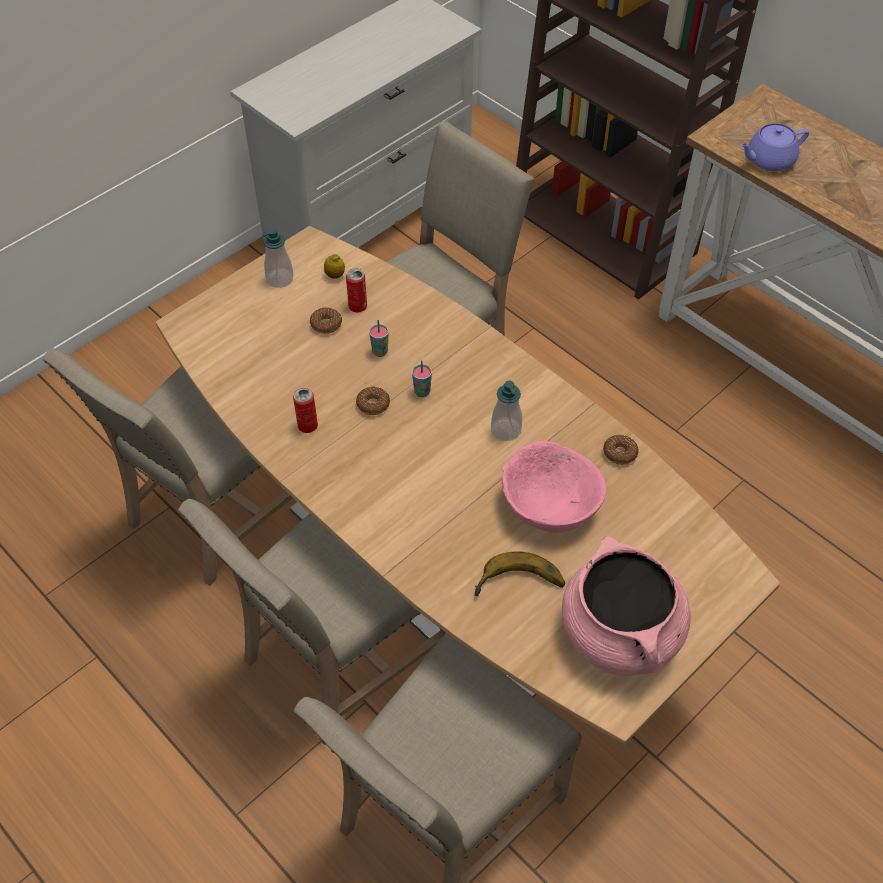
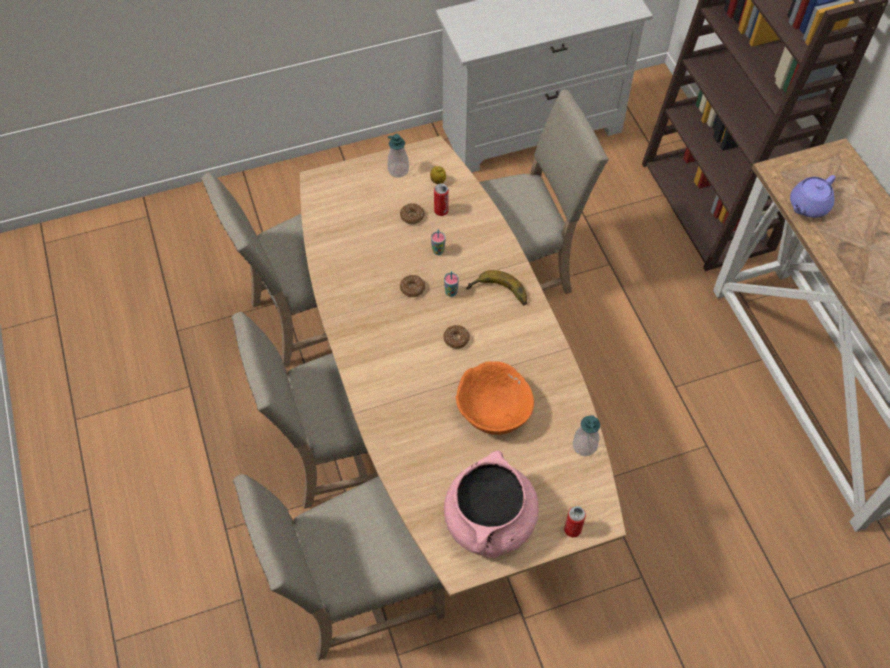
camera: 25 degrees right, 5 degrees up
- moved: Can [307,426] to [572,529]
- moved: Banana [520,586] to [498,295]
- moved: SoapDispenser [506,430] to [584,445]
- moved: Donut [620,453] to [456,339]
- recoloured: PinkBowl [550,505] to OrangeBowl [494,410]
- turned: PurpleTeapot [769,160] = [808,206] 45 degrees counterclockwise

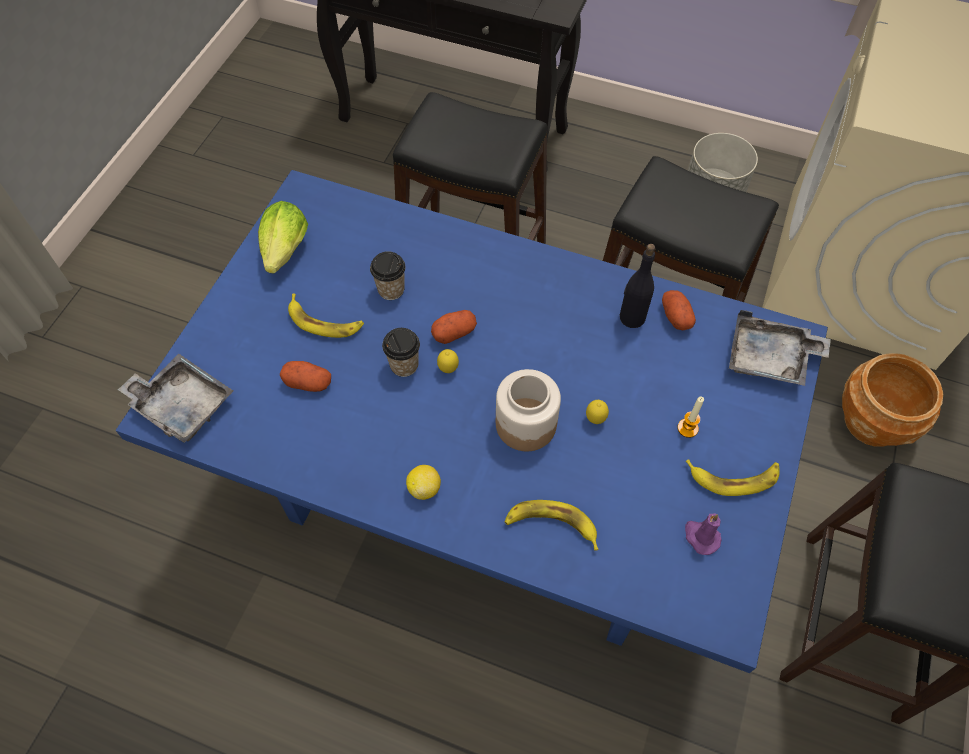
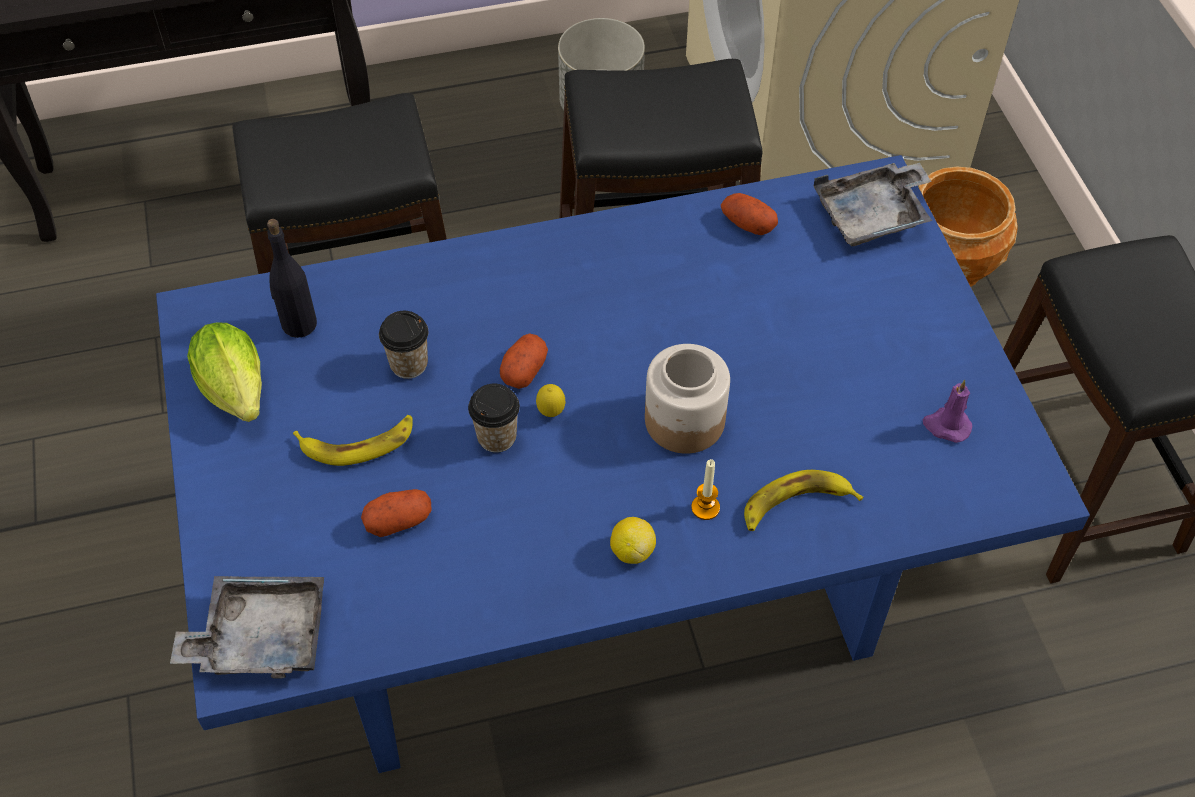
camera: 35 degrees left, 5 degrees down
- removed: Lemon [595,419]
- removed: Banana [734,477]
- moved: BlackBottle [632,317] to [299,324]
- moved: Candle [687,428] to [705,507]

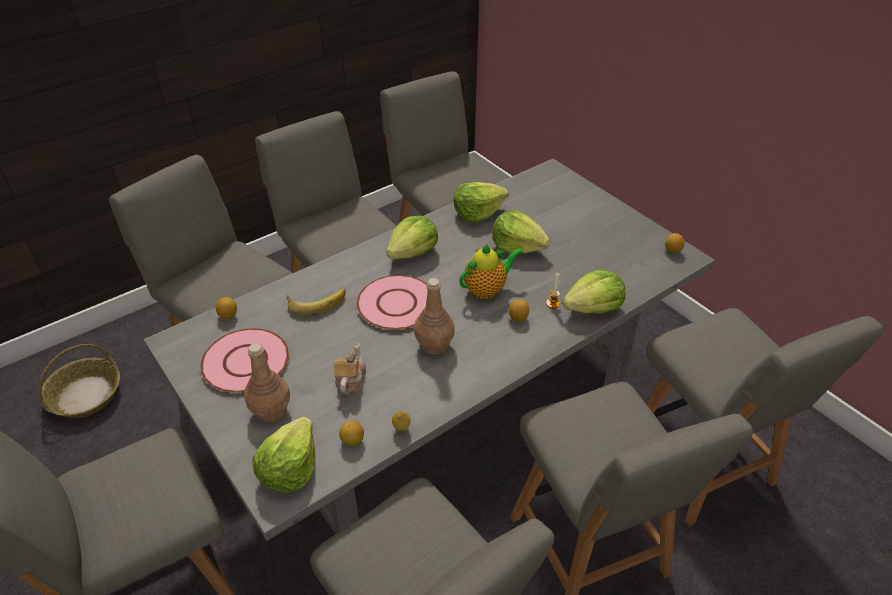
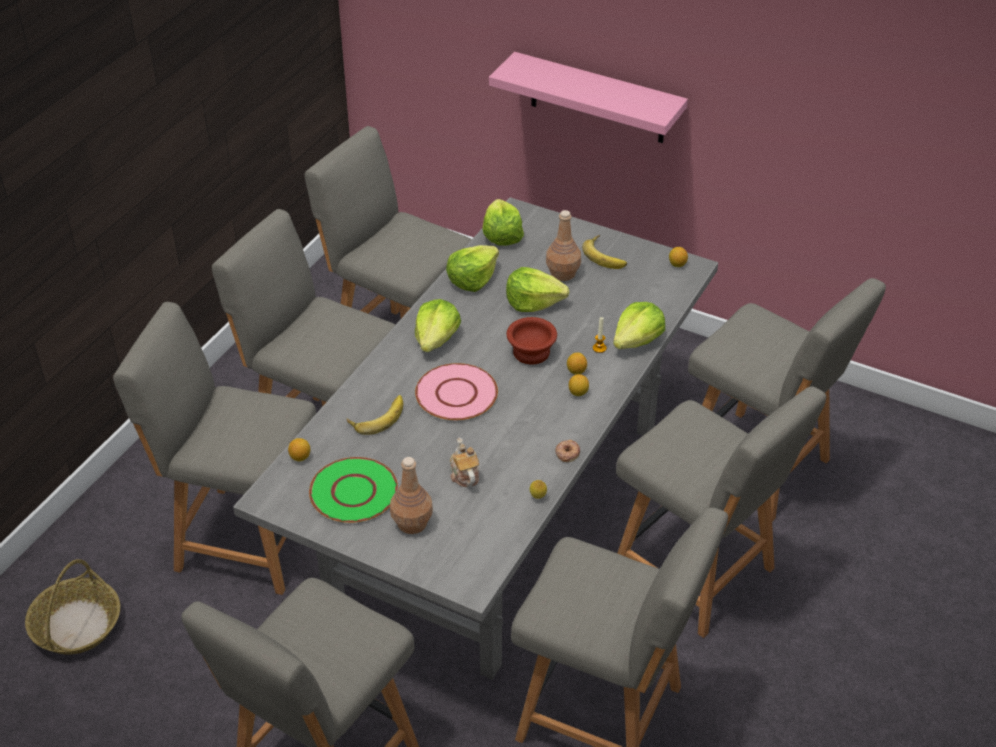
camera: 25 degrees left, 0 degrees up
- added: PinkShelf [597,99]
- added: Donut [567,453]
- added: Banana [606,255]
- moved: Lettuce [289,468] to [501,235]
- moved: Lemon [352,441] to [578,393]
- moved: BrownBottle [434,345] to [563,274]
- replaced: Teapot [487,289] to BrownBowl [531,353]
- recoloured: PinkPlate [246,362] to GreenPlate [354,492]

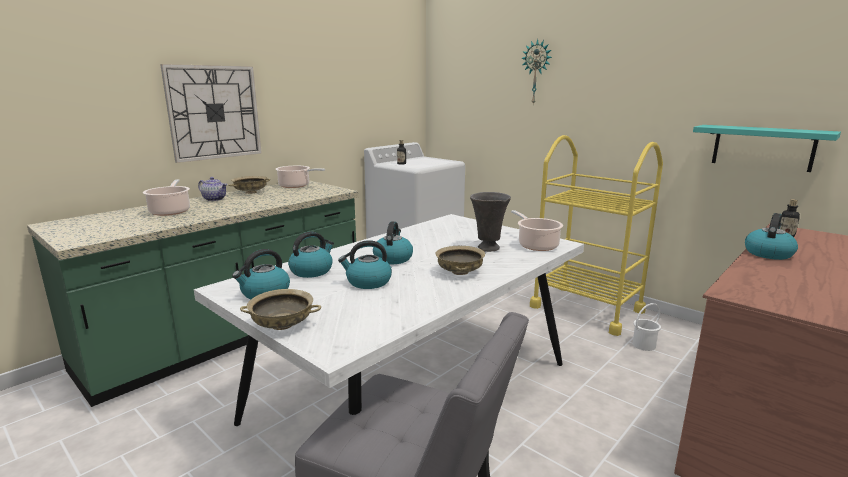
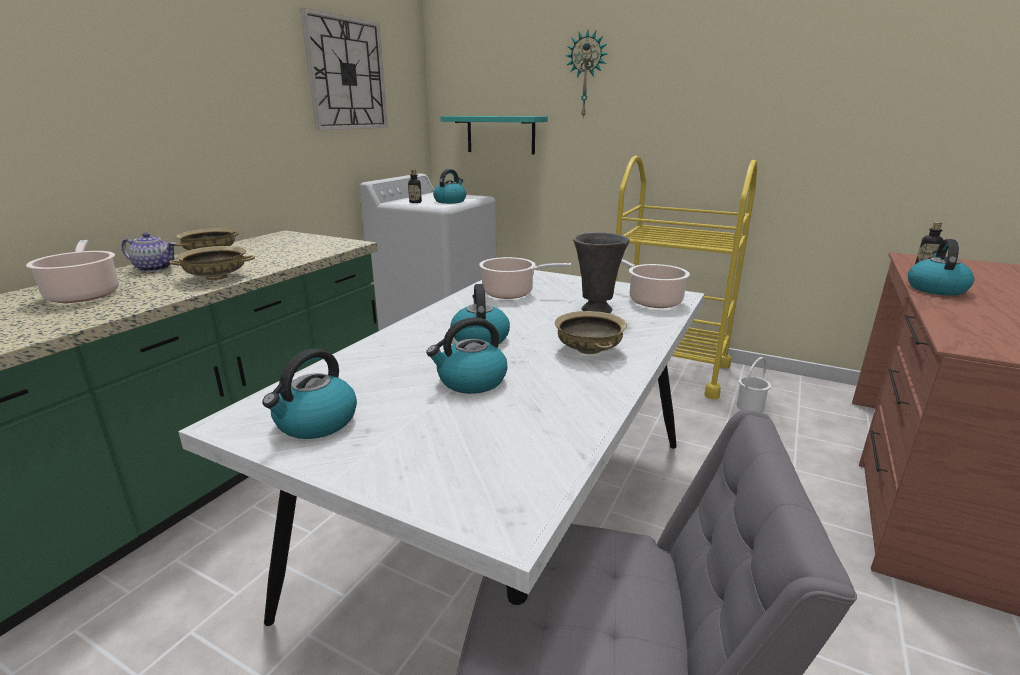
camera: 15 degrees left, 5 degrees up
- moved: WallClock [214,112] to [347,74]
- moved: BeigeBowl [283,325] to [217,277]
- moved: CookingPot [296,186] to [511,293]
- moved: Kettle [312,271] to [450,201]
- moved: TurquoiseShelf [762,147] to [500,134]

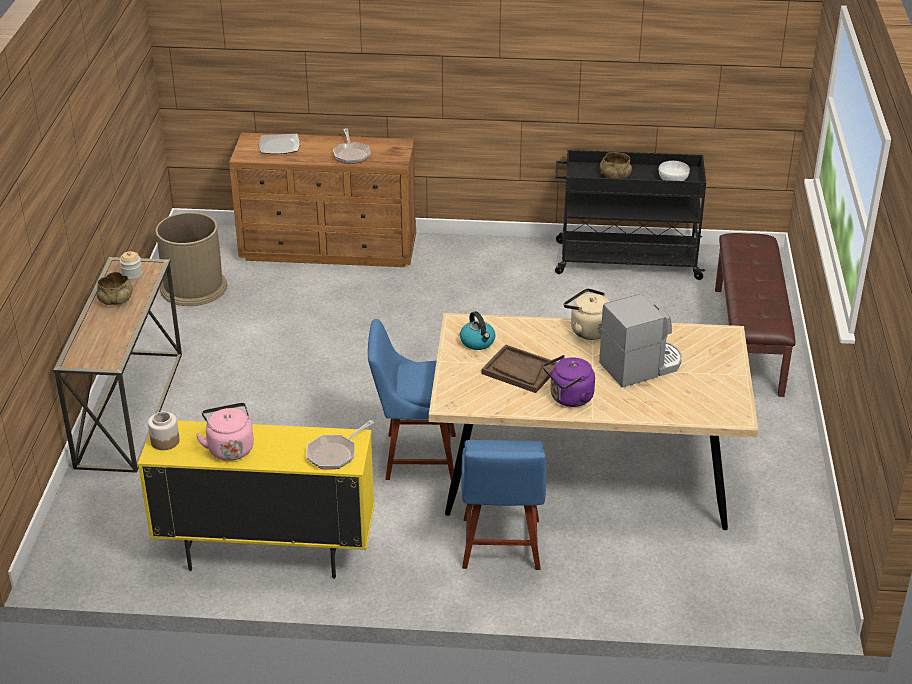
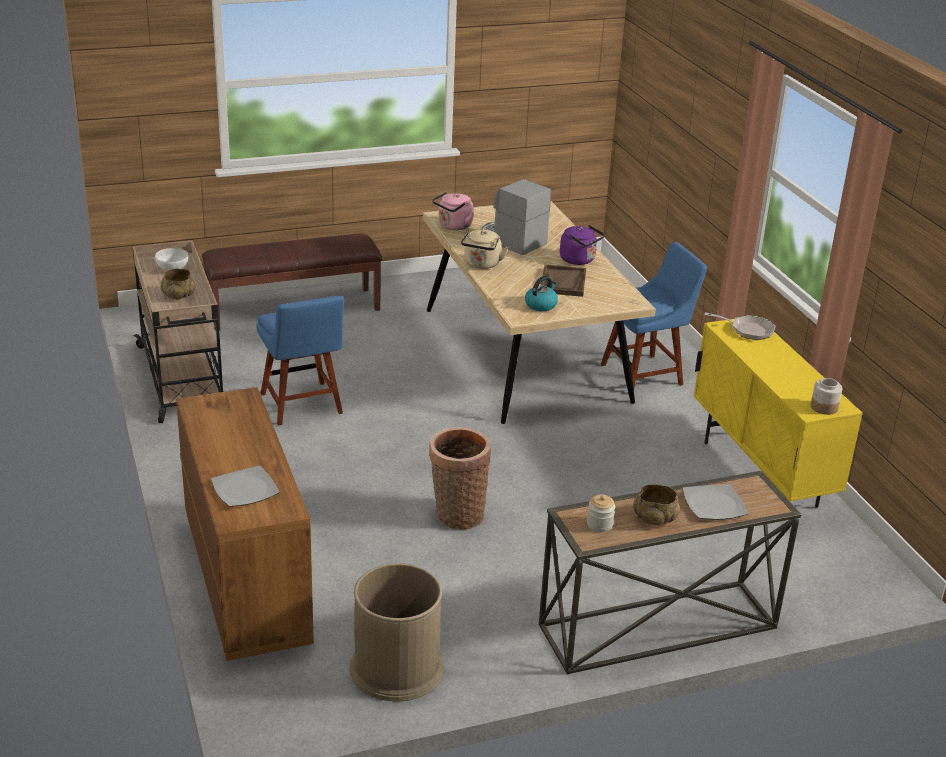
camera: 115 degrees left, 5 degrees down
- removed: FryingPan [351,154]
- added: Basket [457,514]
- added: Plate [714,505]
- moved: PinkKettle [229,447] to [453,226]
- moved: BlueChair [415,456] to [302,406]
- recoloured: BlackCart [626,260] to BeigeCart [182,380]

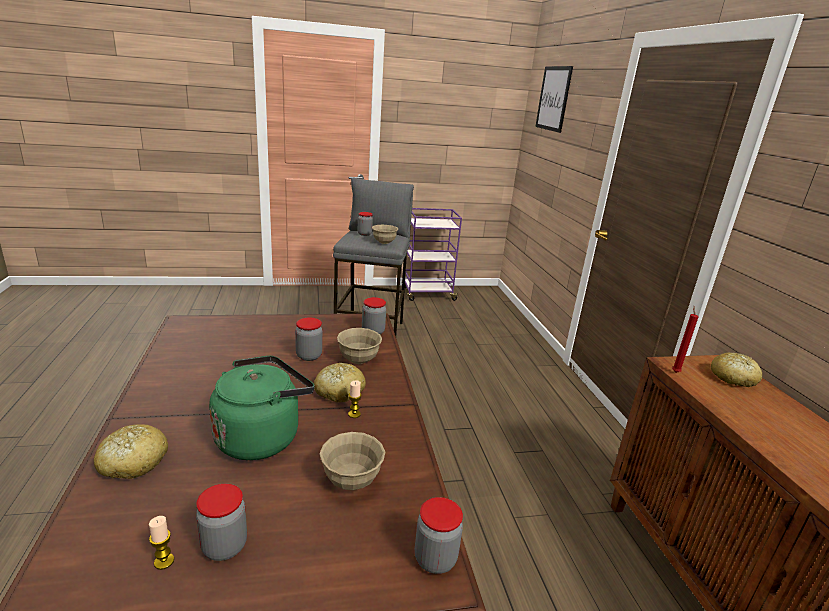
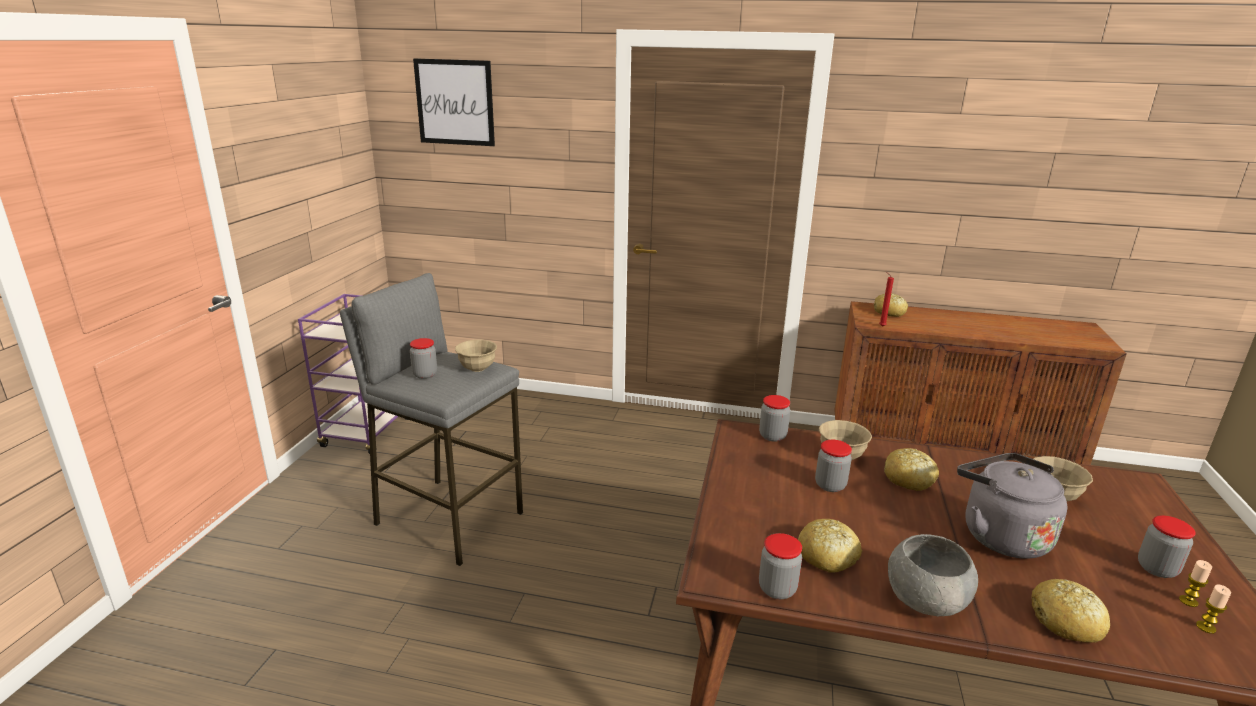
camera: 65 degrees left, 0 degrees up
- added: Bread [827,556]
- added: GreyBowl [924,600]
- moved: Candle [354,414] to [1205,627]
- moved: Jar [435,559] to [777,589]
- recoloured: GreenKettle [261,436] to GreyKettle [1000,535]

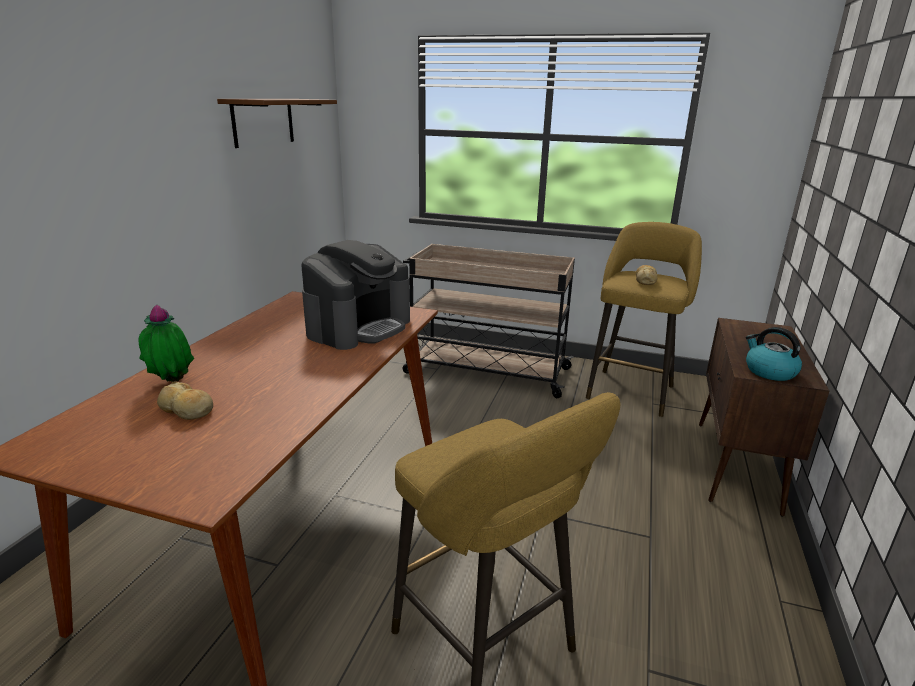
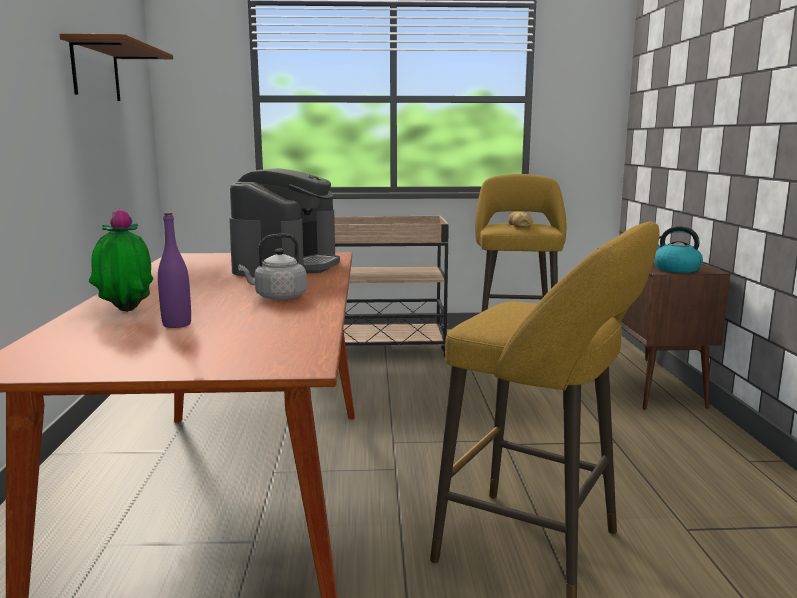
camera: 20 degrees left, 10 degrees down
- added: GreyKettle [278,297]
- replaced: Bread [186,410] to PurpleBottle [177,324]

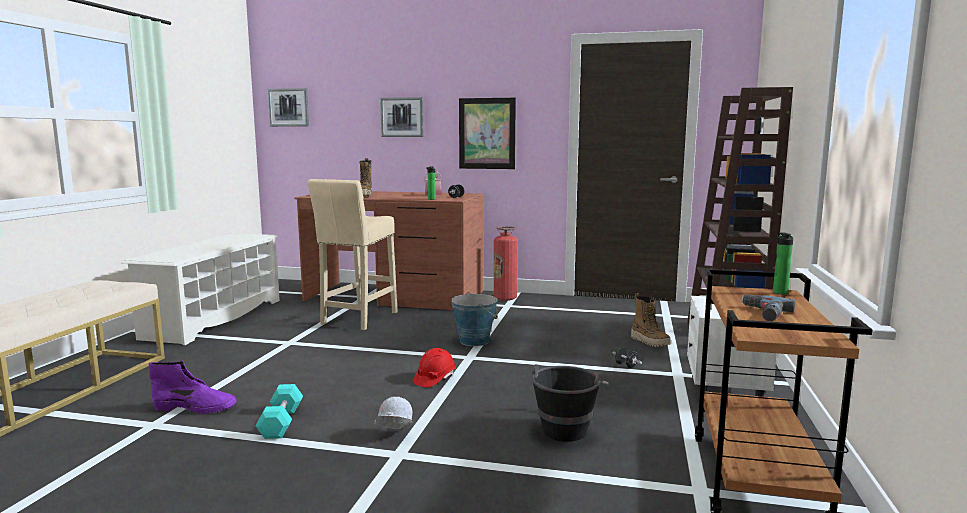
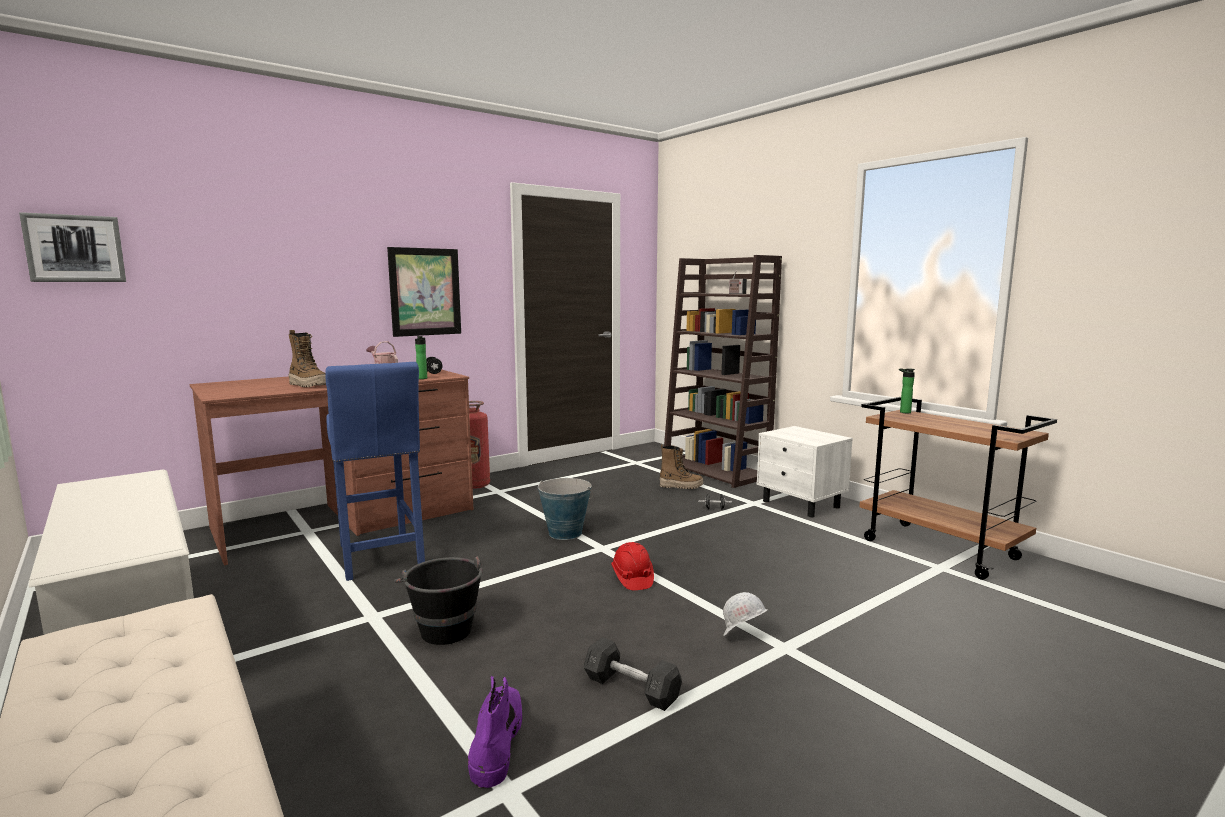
camera: 50 degrees left, 0 degrees up
- removed: Picture [402,117]
- removed: PowerDrill [762,313]
- moved: BlackBucket [566,426] to [443,626]
- recoloured: TurquoiseDumbbell [281,422] to GreyDumbbell [631,688]
- recoloured: BeigeStool [358,319] to BlueStool [380,558]
- turned: PurpleBoot [196,408] = [497,739] 45 degrees counterclockwise

